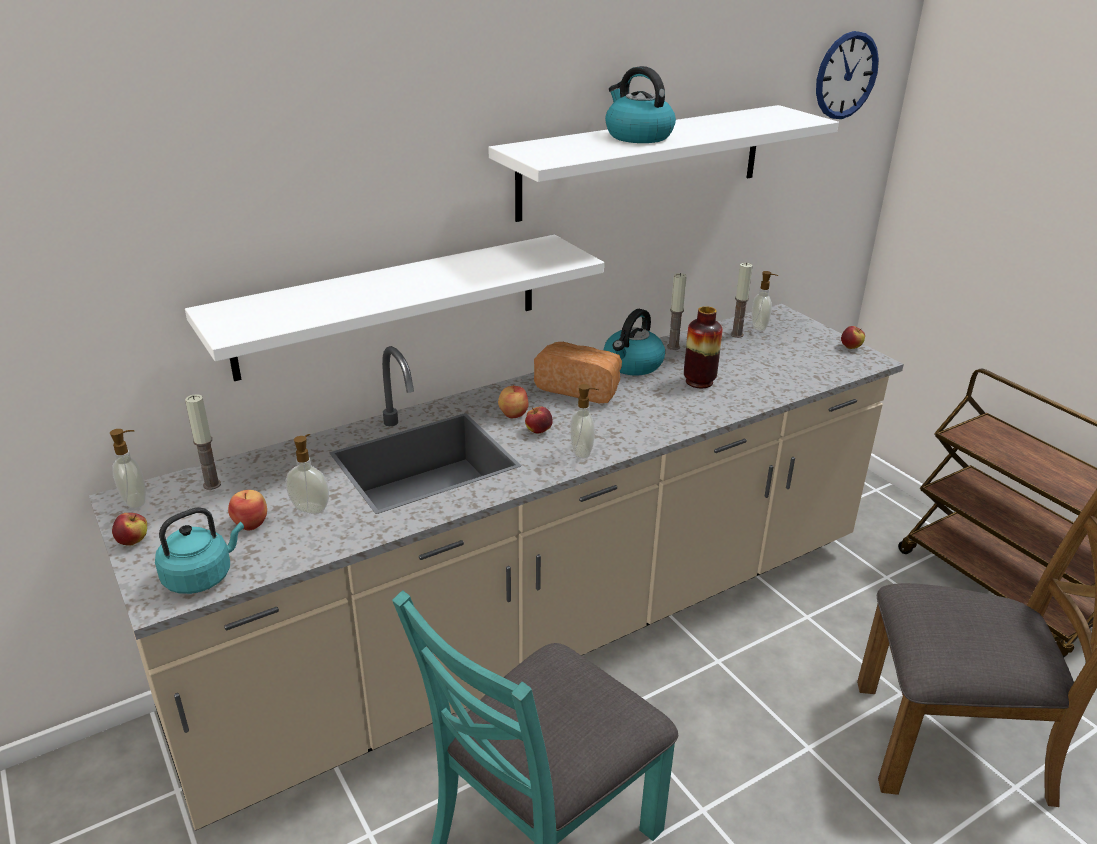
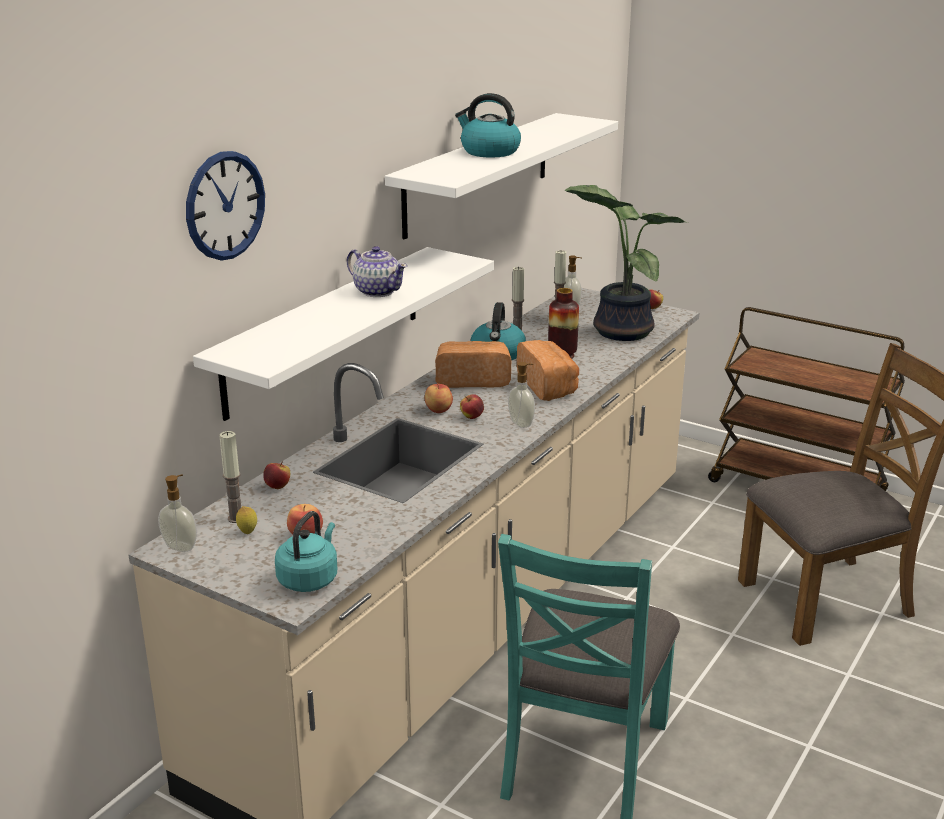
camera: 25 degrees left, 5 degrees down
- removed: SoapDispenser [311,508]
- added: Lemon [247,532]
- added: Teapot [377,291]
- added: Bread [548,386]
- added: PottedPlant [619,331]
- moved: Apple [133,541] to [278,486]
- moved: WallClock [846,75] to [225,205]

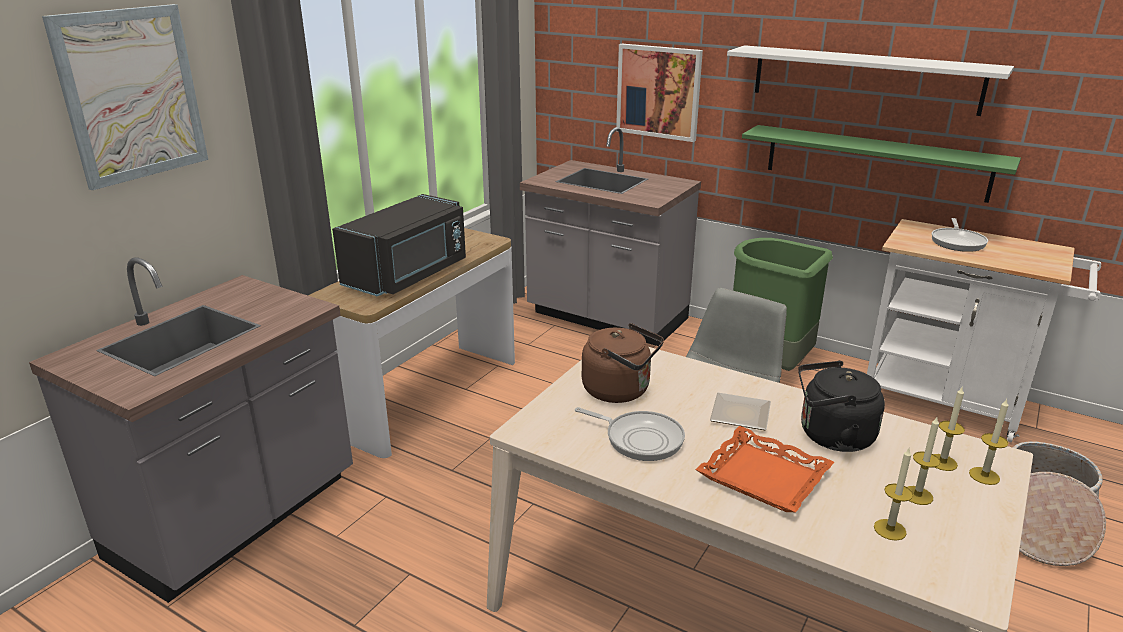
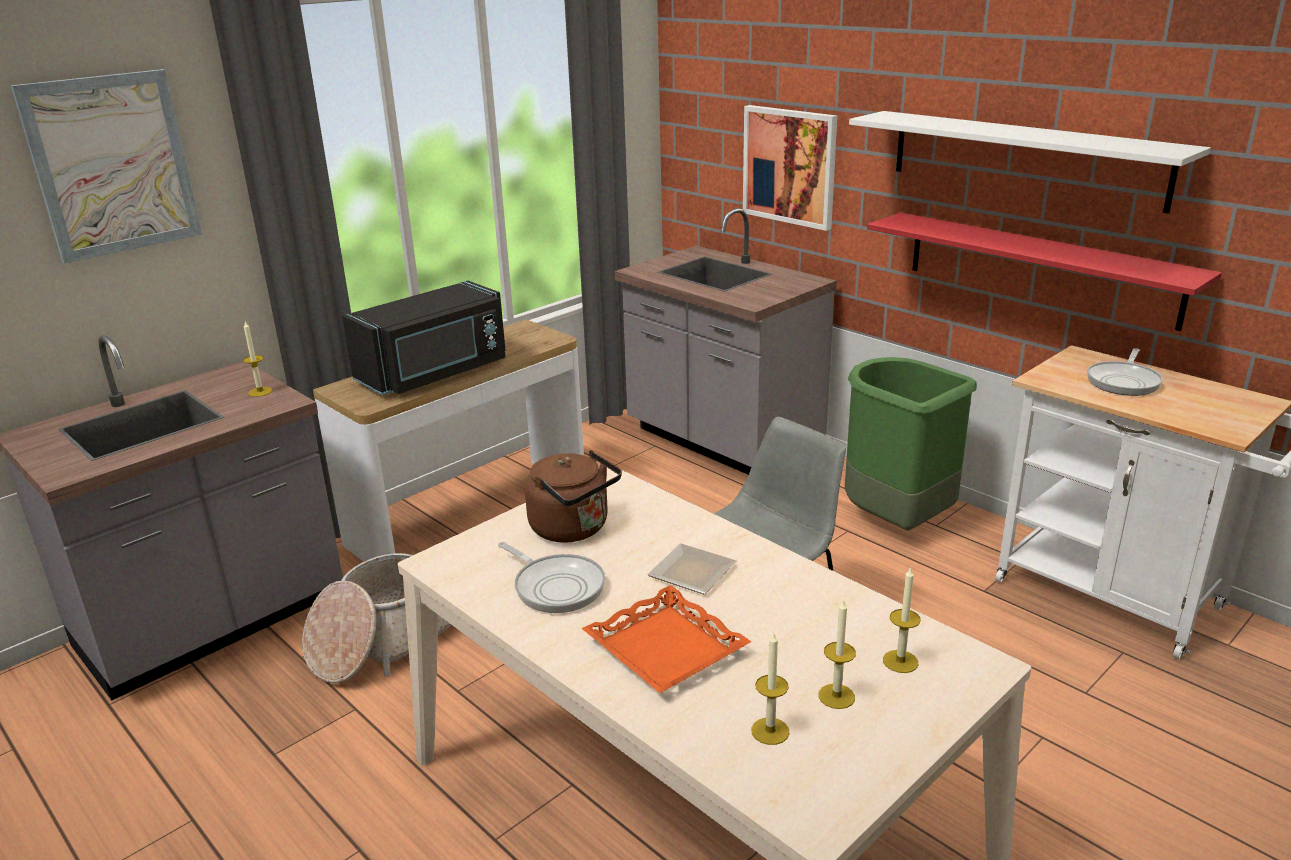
camera: 15 degrees right, 0 degrees up
- removed: BlackKettle [831,436]
- moved: Candle [984,476] to [260,392]
- moved: Basket [1039,522] to [381,642]
- recoloured: GreenShelf [875,162] to RedShelf [1039,268]

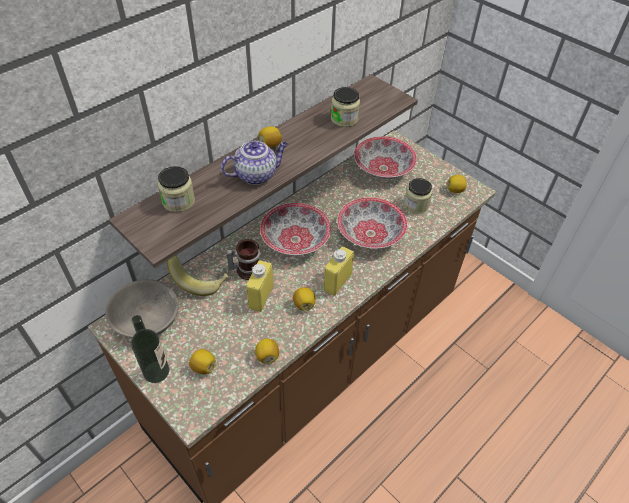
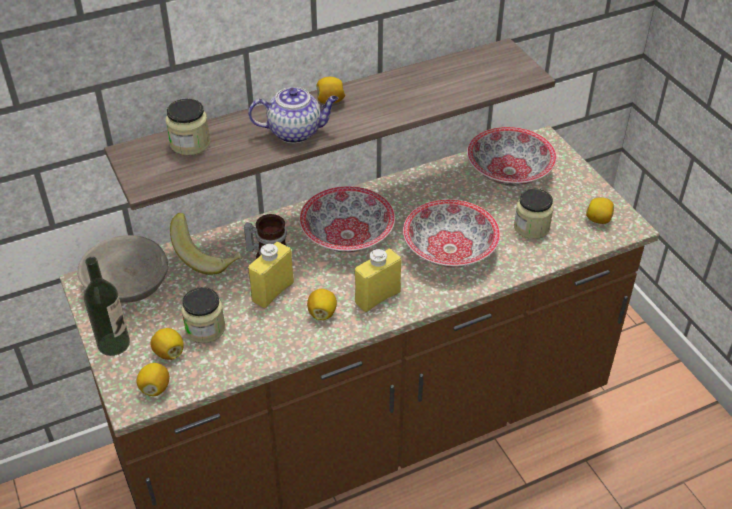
camera: 20 degrees right, 5 degrees down
- moved: Lemon [267,356] to [155,388]
- moved: Jar [344,119] to [205,329]

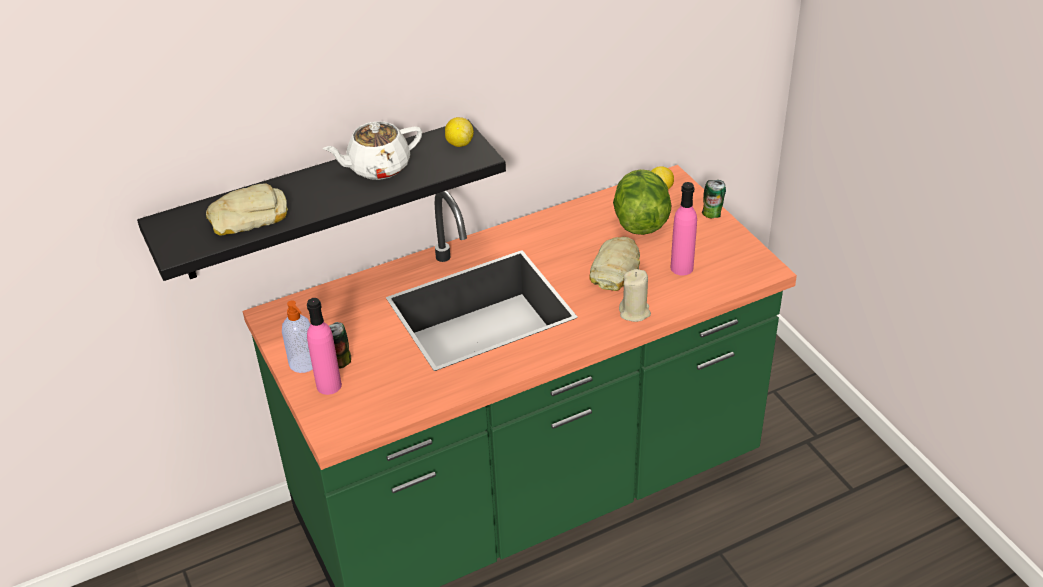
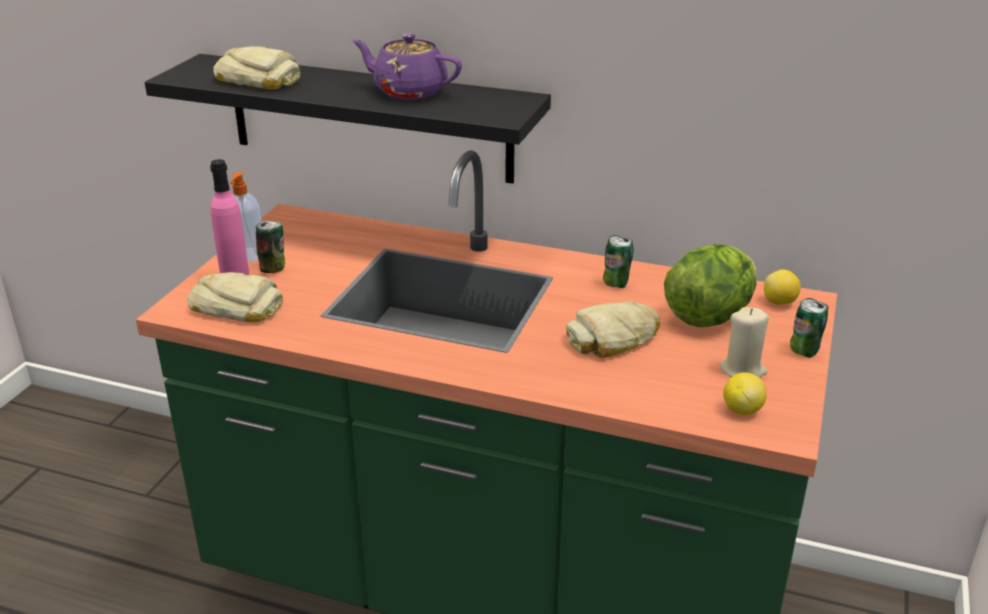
camera: 45 degrees right, 10 degrees down
- removed: PinkBottle [681,268]
- added: Bread [237,306]
- added: Can [616,283]
- moved: Lemon [459,143] to [742,409]
- moved: BeigeCandle [634,312] to [743,370]
- recoloured: WhiteTeapot [377,167] to PurpleTeapot [409,91]

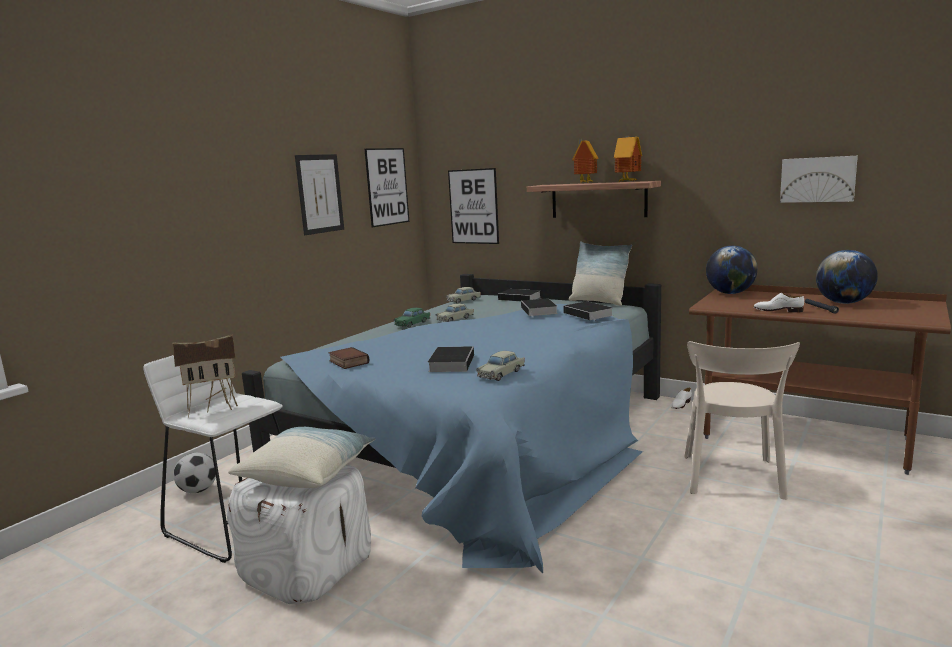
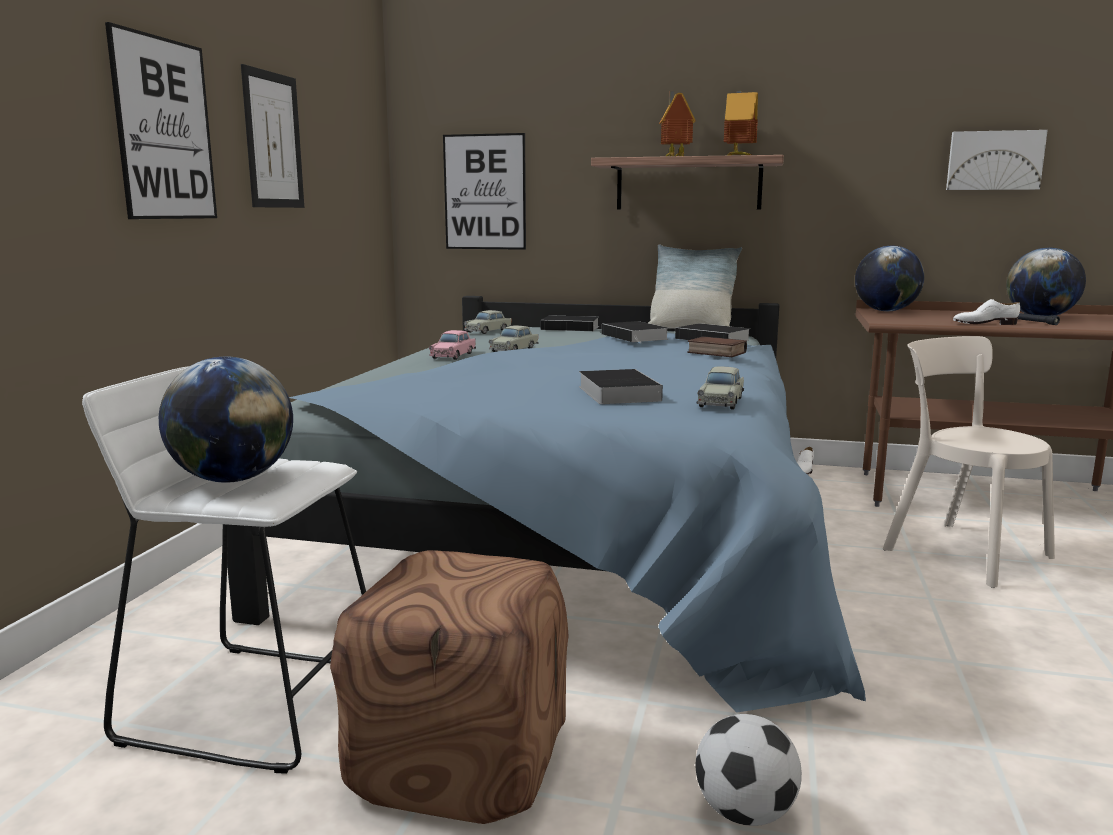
camera: 20 degrees left, 0 degrees up
- removed: Pillow [307,473]
- moved: Football [198,490] to [745,813]
- moved: Book [347,362] to [715,353]
- moved: Picture [387,186] to [164,129]
- replaced: ToyHouse [214,408] to Globe [233,479]
- recoloured: WhiteOttoman [308,570] to BrownOttoman [464,759]
- recoloured: GreenToyCar [413,323] to PinkToyCar [453,355]
- turned: BeigeChair [732,479] = [960,551] 150 degrees clockwise

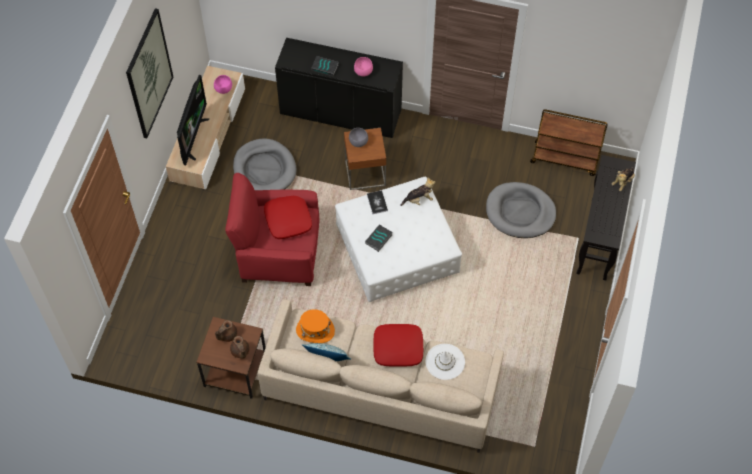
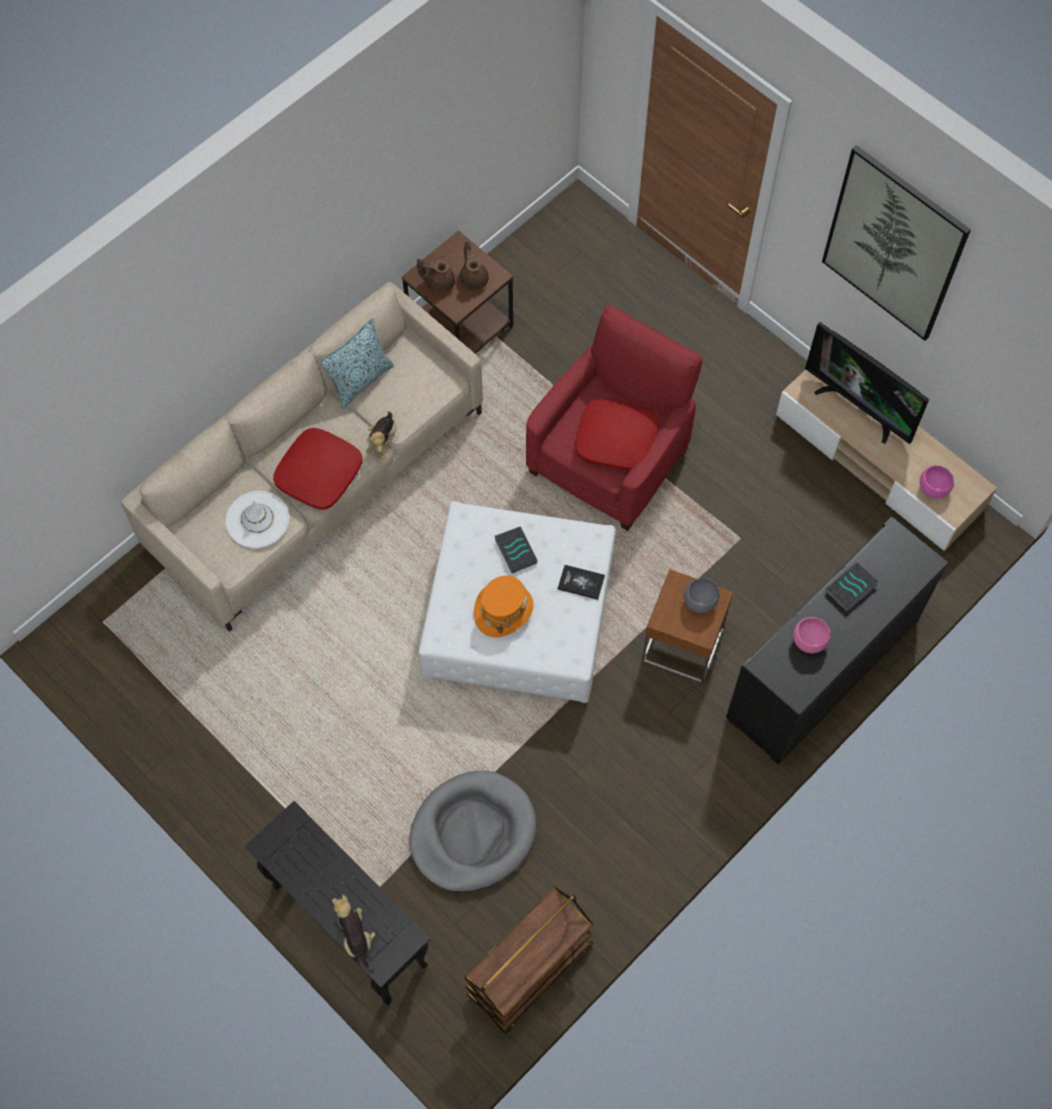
camera: 120 degrees right, 5 degrees up
- removed: GreyDogBed [264,169]
- moved: OrangeHat [315,330] to [503,610]
- moved: PlushToy [419,199] to [383,441]

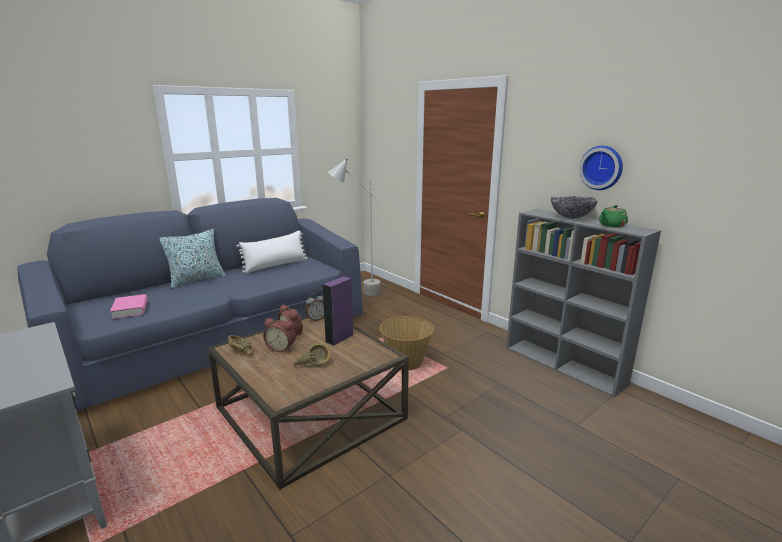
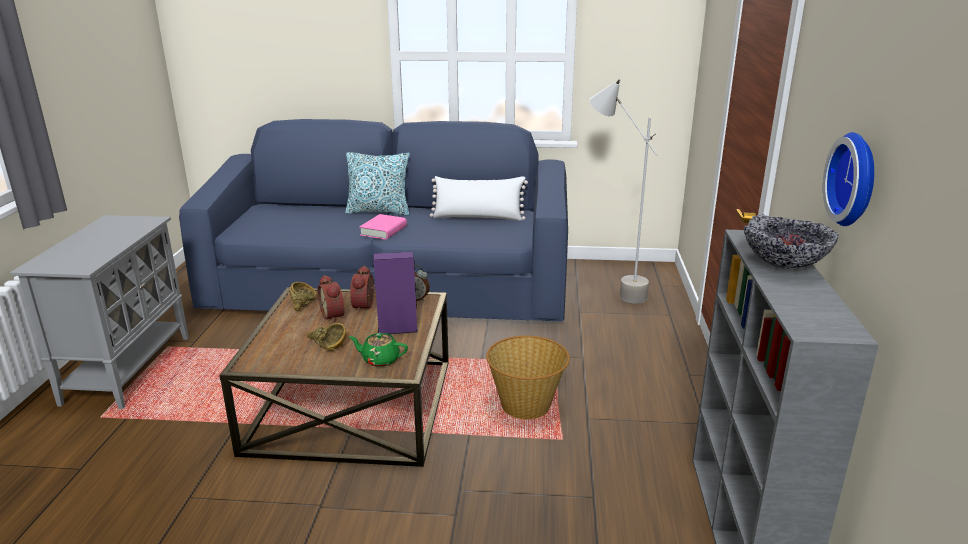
camera: 45 degrees right, 5 degrees up
- moved: PinkBook [130,309] to [383,231]
- moved: GreenTeapot [611,225] to [380,359]

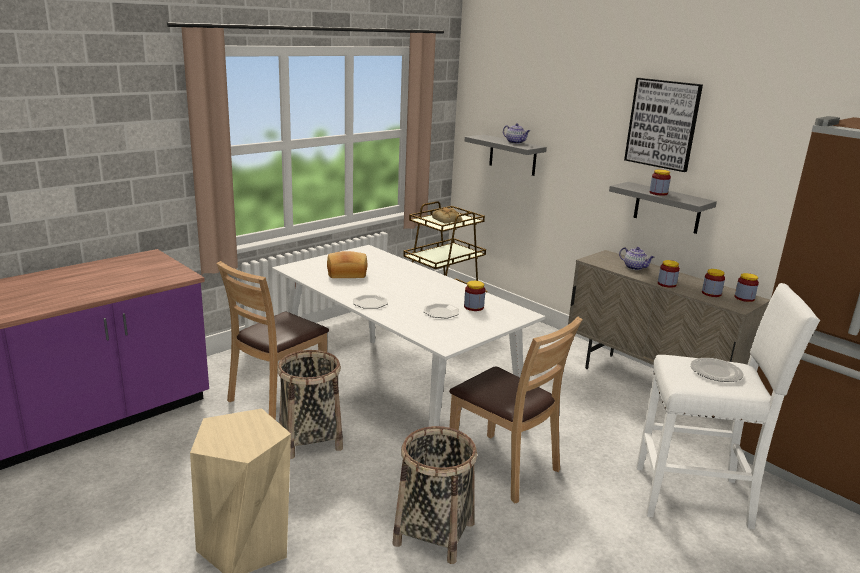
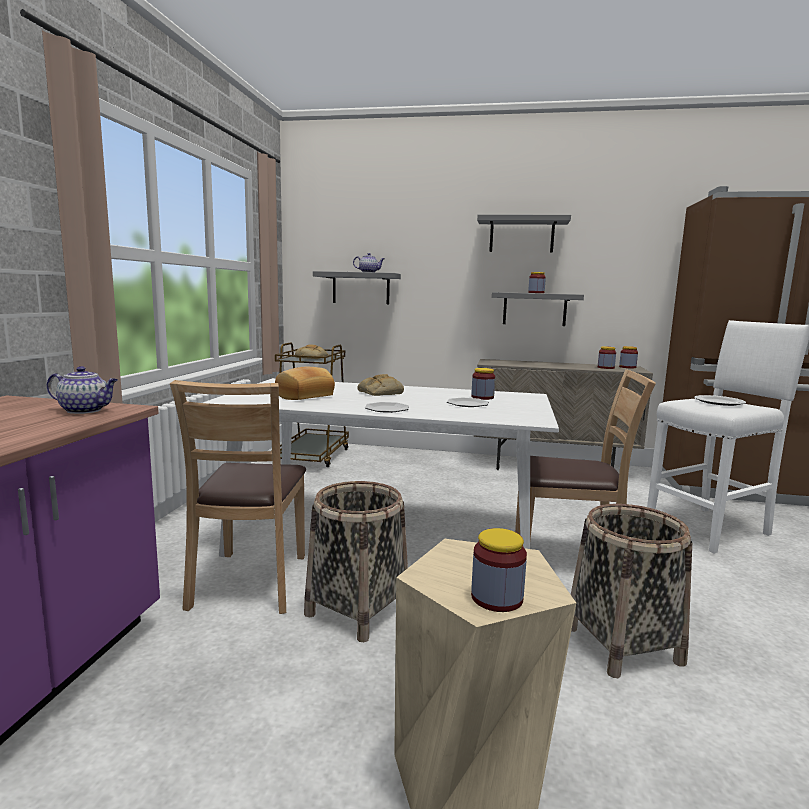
camera: 35 degrees left, 10 degrees down
- added: Bread [380,393]
- moved: Teapot [635,267] to [86,410]
- moved: Jar [666,284] to [497,598]
- replaced: Picture [662,124] to GreyShelf [521,235]

